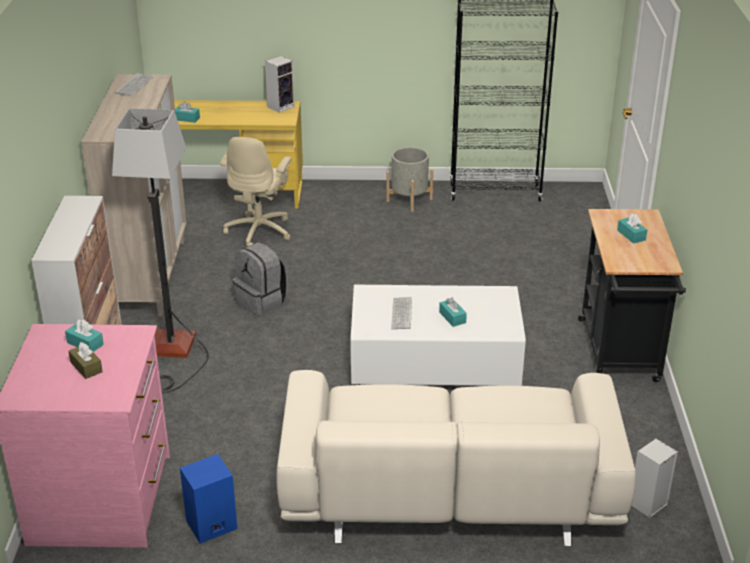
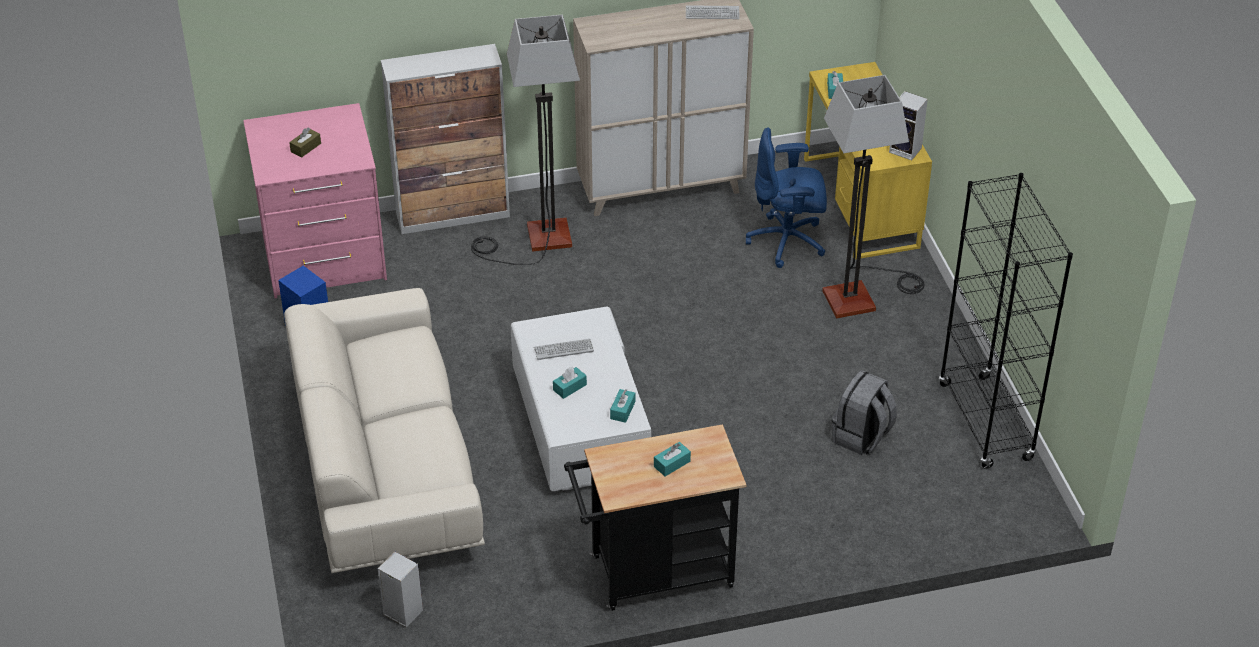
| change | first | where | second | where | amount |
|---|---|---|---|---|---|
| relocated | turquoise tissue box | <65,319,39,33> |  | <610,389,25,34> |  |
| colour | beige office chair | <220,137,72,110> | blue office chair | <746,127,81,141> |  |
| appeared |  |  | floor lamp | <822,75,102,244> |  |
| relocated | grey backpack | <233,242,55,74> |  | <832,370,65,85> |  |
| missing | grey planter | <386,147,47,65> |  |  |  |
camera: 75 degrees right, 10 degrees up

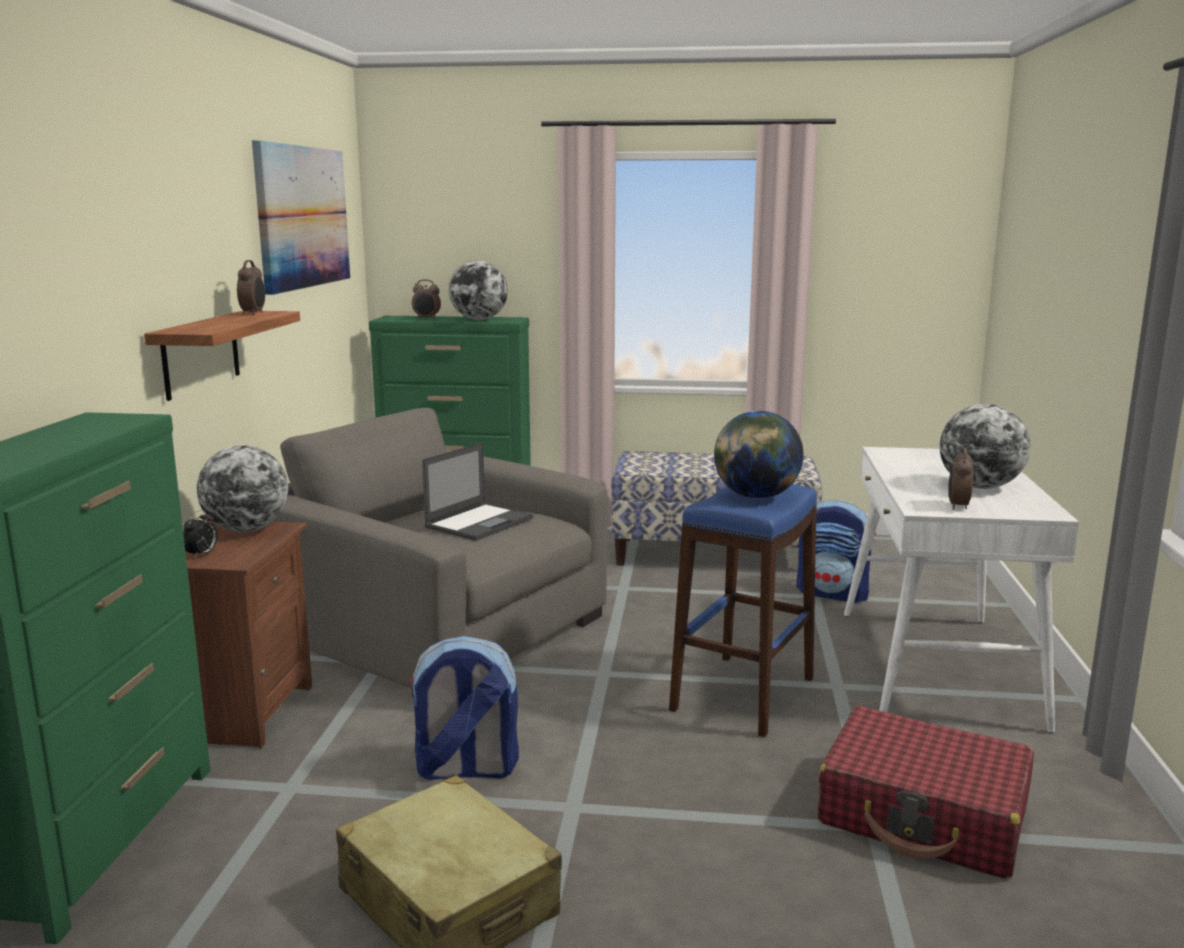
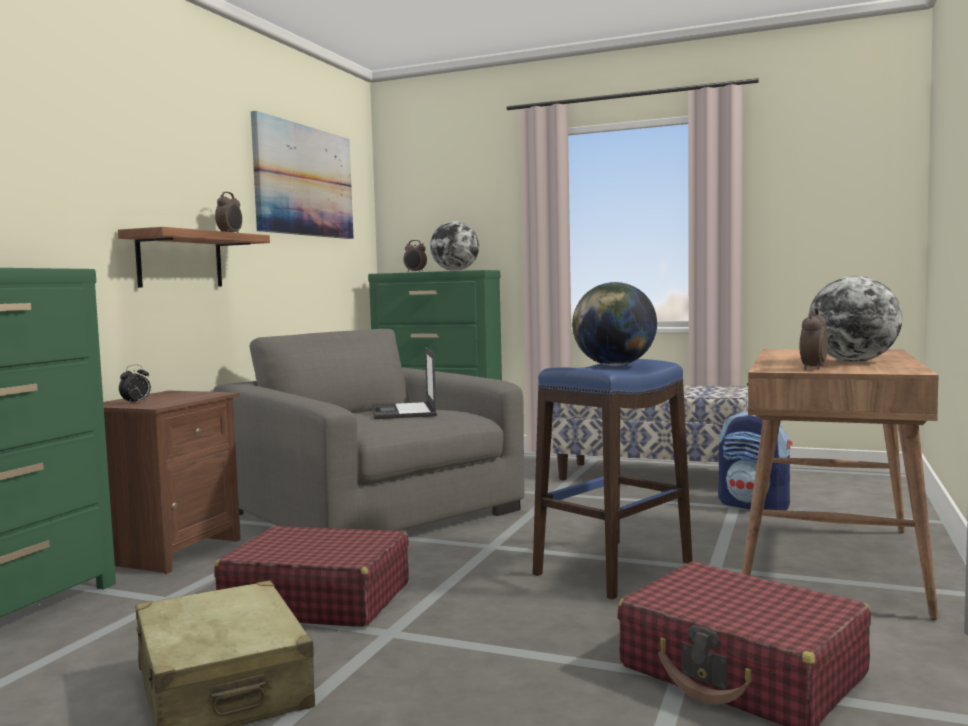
| change | first | where | second | where | amount |
|---|---|---|---|---|---|
| exchanged | backpack | <408,636,111,144> | red suitcase | <214,526,195,101> |  |
| spun | laptop | <422,442,111,99> |  | <372,347,65,72> | 120 degrees clockwise |
| colour | white desk | <844,447,235,286> | brown desk | <742,349,197,271> |  |
| missing | globe | <197,445,91,87> |  |  |  |
camera: 15 degrees right, 10 degrees down

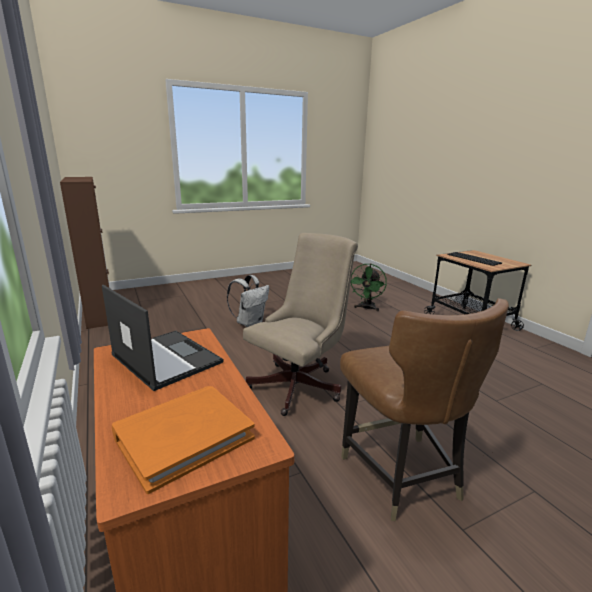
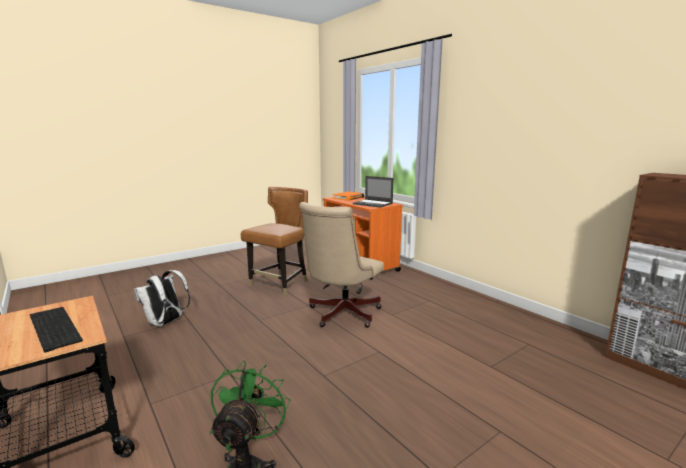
| change | first | where | second | where | amount |
|---|---|---|---|---|---|
| relocated | white backpack | <227,275,42,52> |  | <134,270,56,57> |  |
| spun | brown chair | <340,298,169,223> |  | <241,187,67,109> | 60 degrees clockwise |
camera: 170 degrees right, 5 degrees down

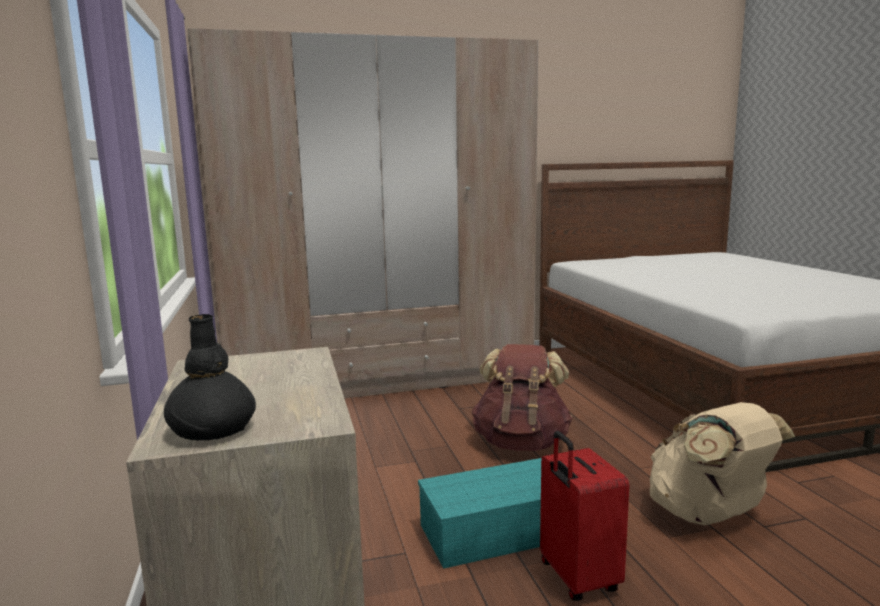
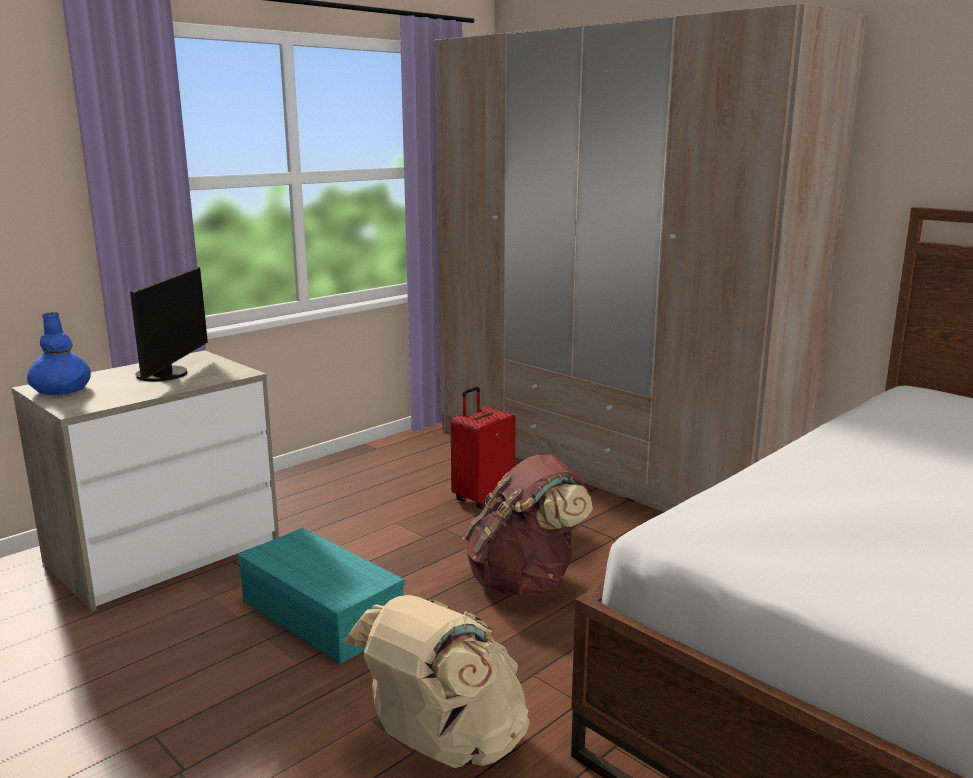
| change | first | where | second | where | amount |
|---|---|---|---|---|---|
| colour | black vase | <164,314,92,126> | blue vase | <27,312,64,83> |  |
| appeared |  |  | monitor | <130,266,78,115> |  |
| relocated | red suitcase | <540,431,89,170> |  | <451,387,65,122> |  |
camera: 60 degrees right, 5 degrees up

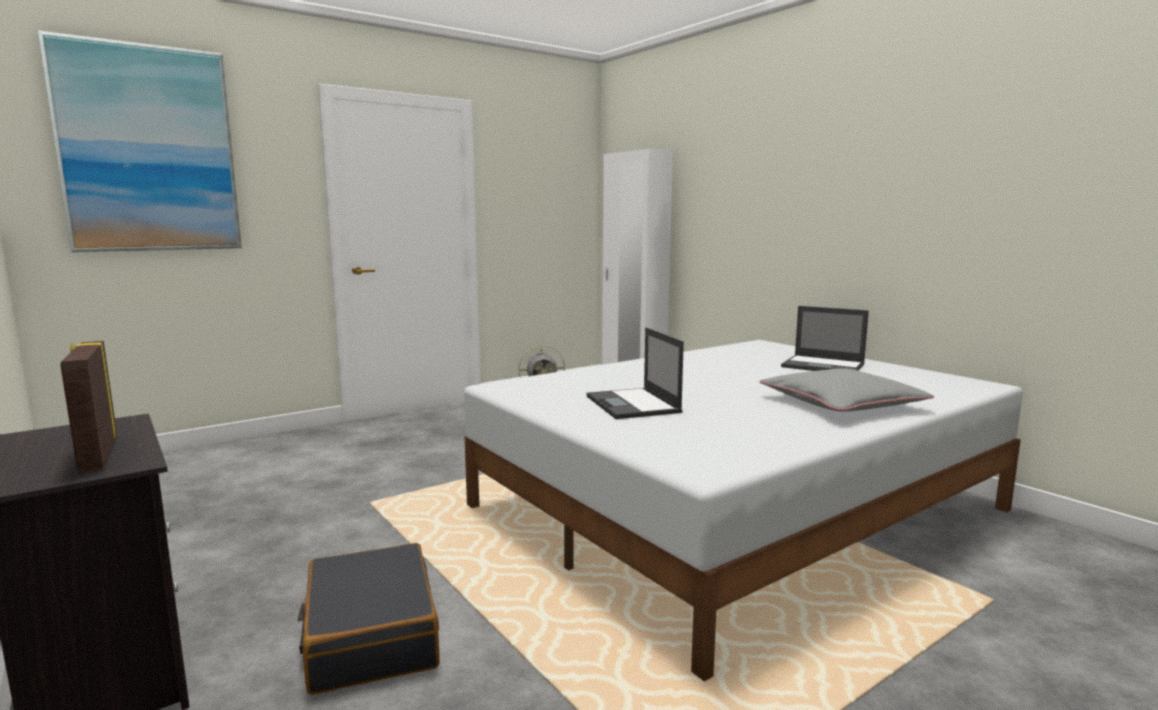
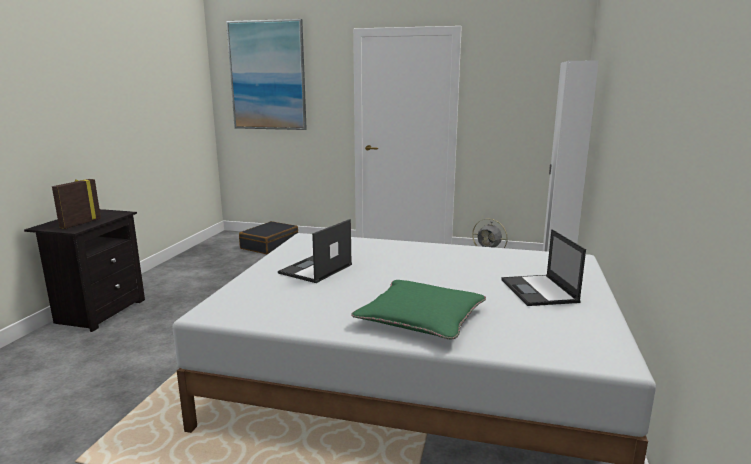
| change | first | where | second | where | amount |
|---|---|---|---|---|---|
| relocated | black suitcase | <298,543,142,152> |  | <239,221,59,33> |  |
| colour | grey pillow | <760,368,174,44> | green pillow | <351,280,135,59> |  |
camera: 50 degrees right, 5 degrees up

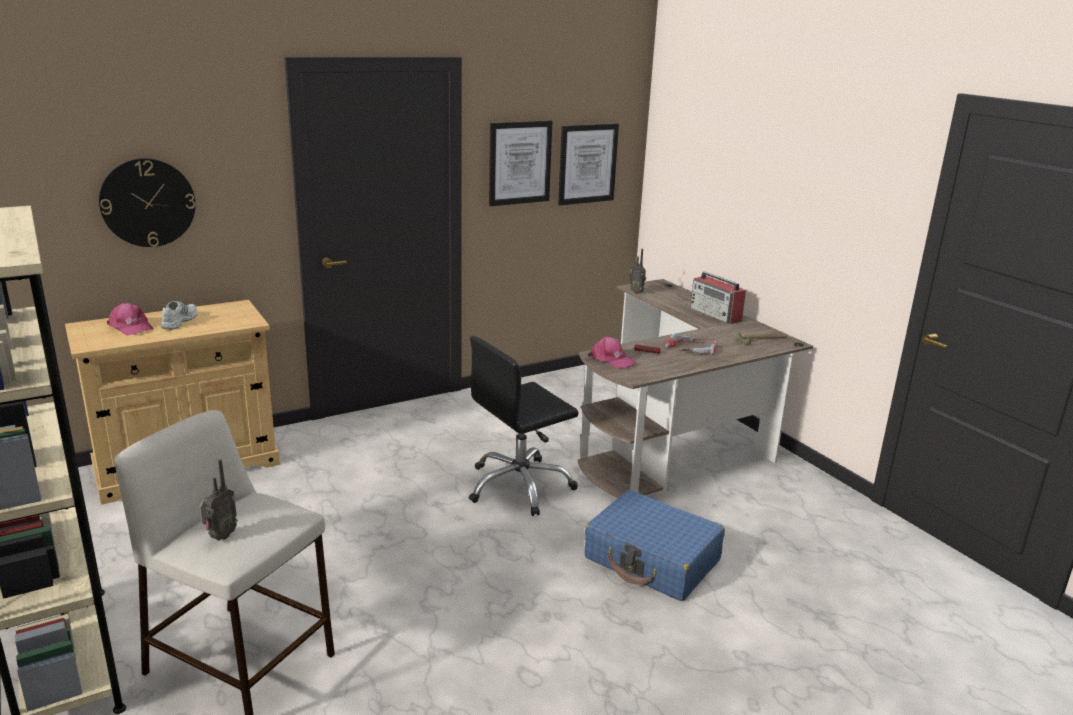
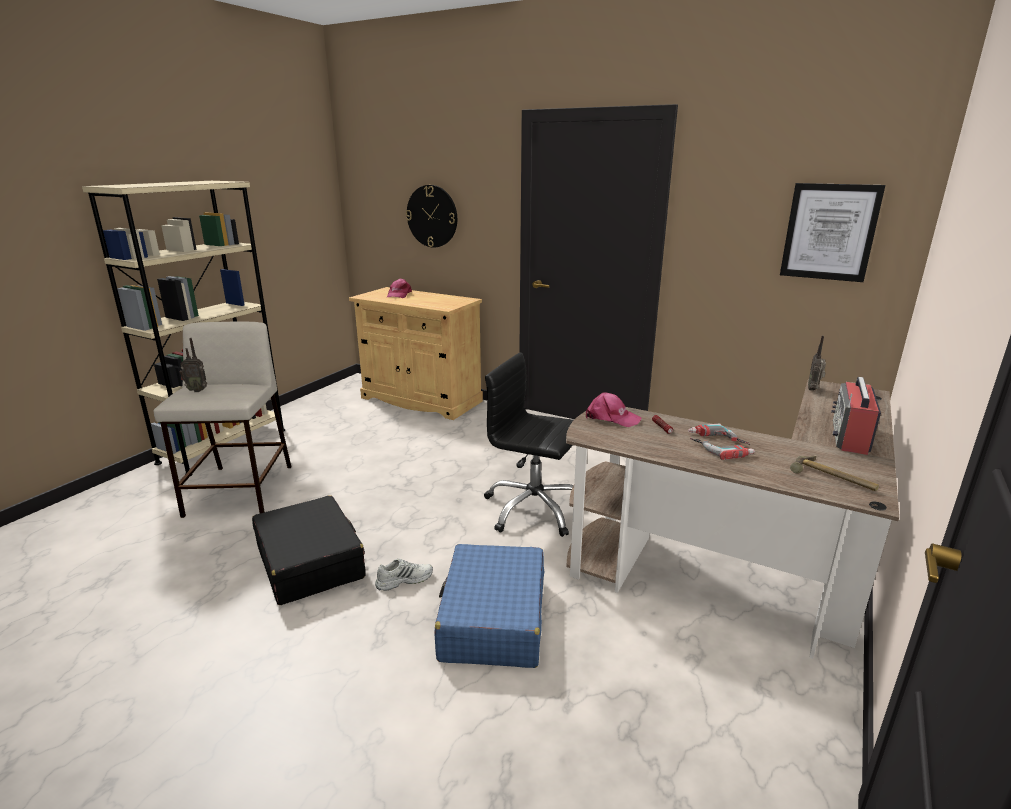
| change | first | where | second | where | amount |
|---|---|---|---|---|---|
| appeared |  |  | black suitcase | <252,495,113,110> |  |
| relocated | white shoe | <160,301,37,29> |  | <375,559,58,32> |  |
| spun | pink cap | <588,336,48,33> |  | <586,392,56,35> | 75 degrees counterclockwise |
| missing | picture | <489,121,63,85> |  |  |  |
camera: 60 degrees right, 0 degrees up

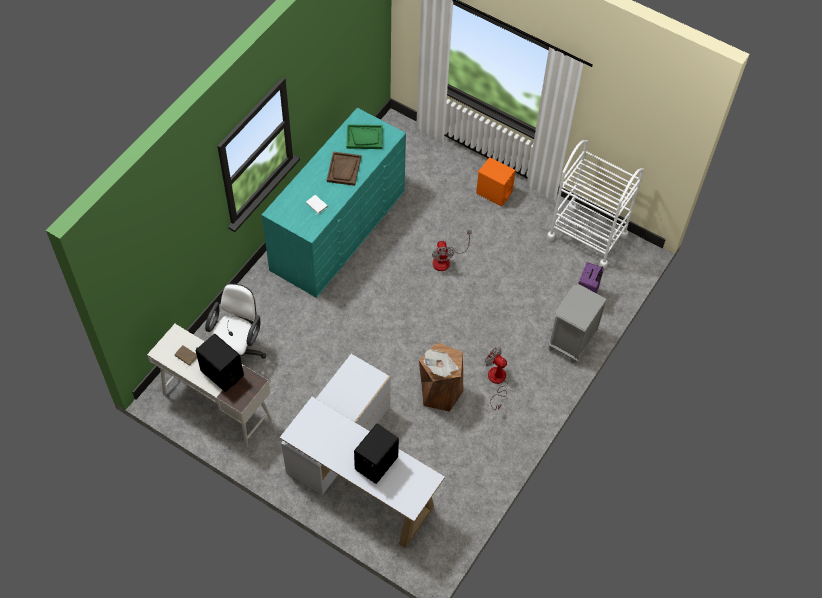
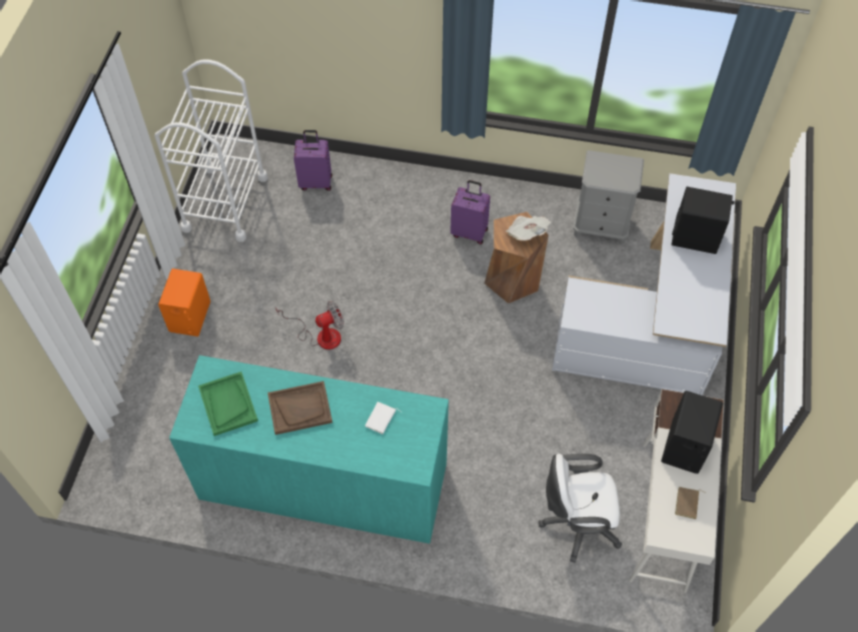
| change | first | where | second | where | amount |
|---|---|---|---|---|---|
| exchanged | fan | <485,347,23,63> | purple suitcase | <450,180,40,64> |  |
| relocated | grey nightstand | <548,284,59,79> |  | <573,150,71,95> |  |
camera: 110 degrees left, 0 degrees up

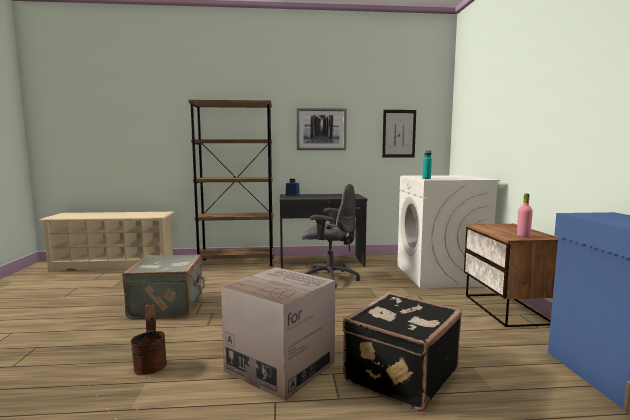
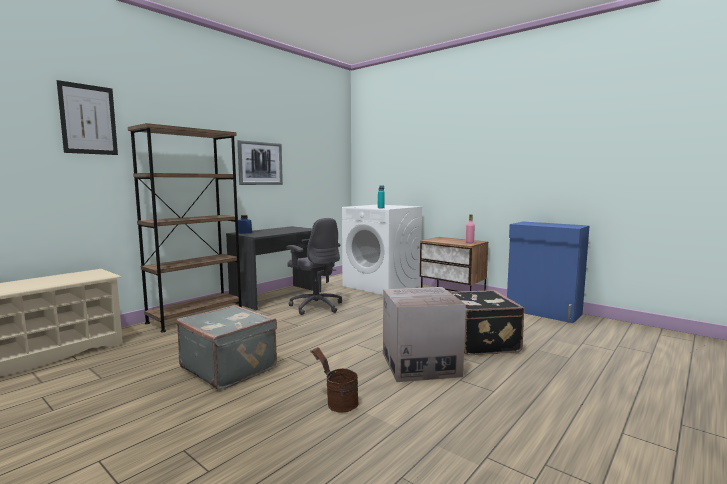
| change | first | where | second | where | amount |
|---|---|---|---|---|---|
| relocated | picture | <382,110,34,47> |  | <57,80,61,75> |  |
| spun | grey office chair | <302,184,58,104> |  | <286,218,56,97> | 75 degrees clockwise |
camera: 45 degrees left, 0 degrees up

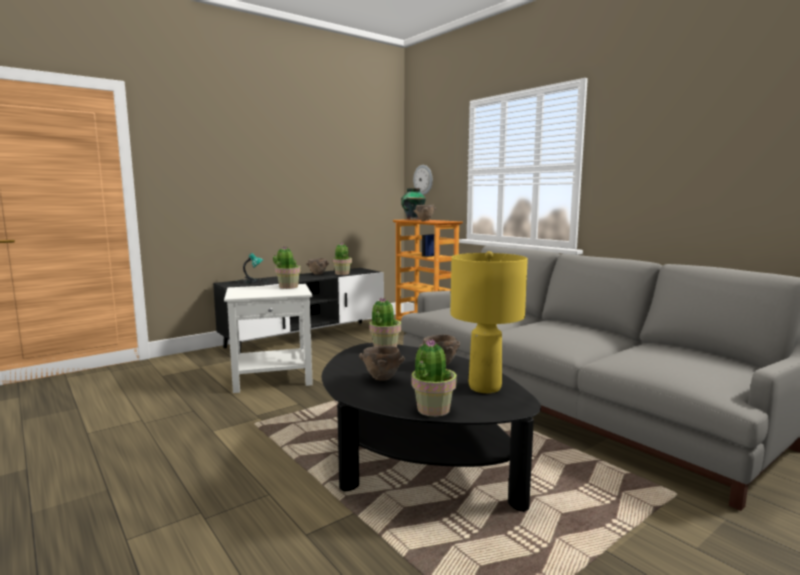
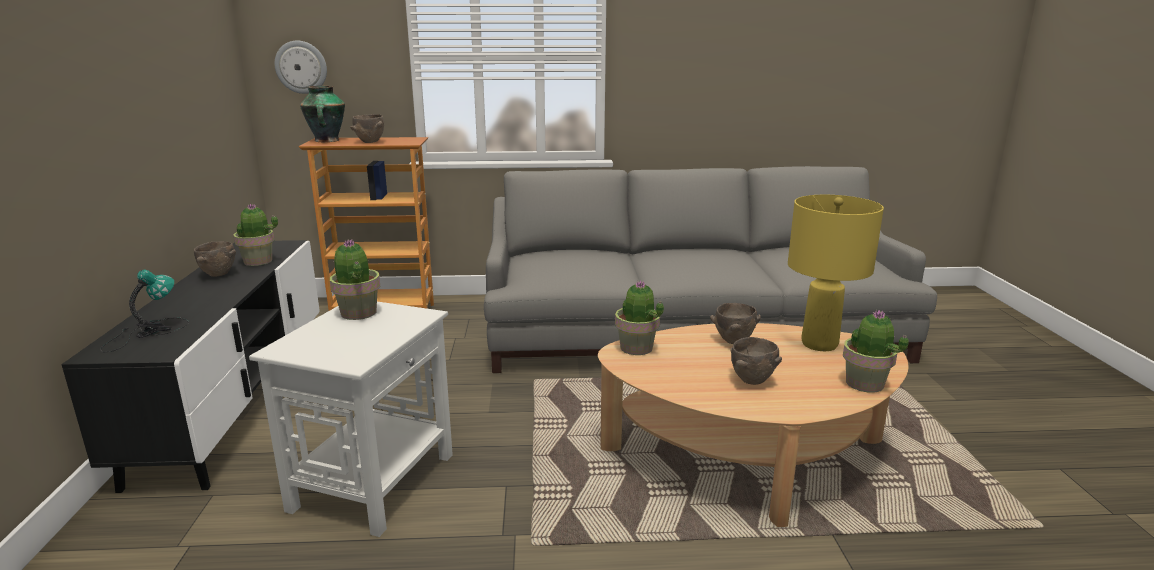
| change | first | where | second | where | amount |
|---|---|---|---|---|---|
| colour | black coffee table | <321,343,220,169> | beige coffee table | <598,323,311,204> |  |
camera: 55 degrees left, 10 degrees up

